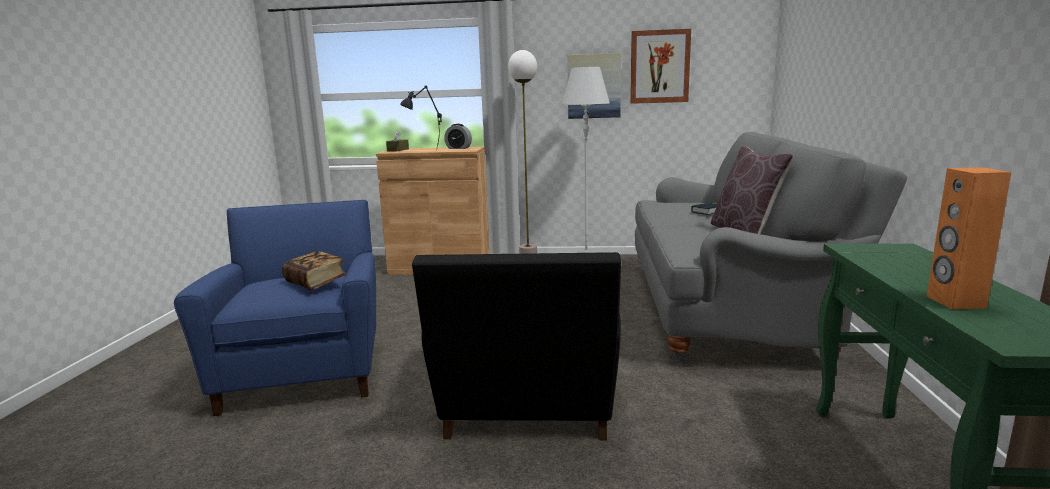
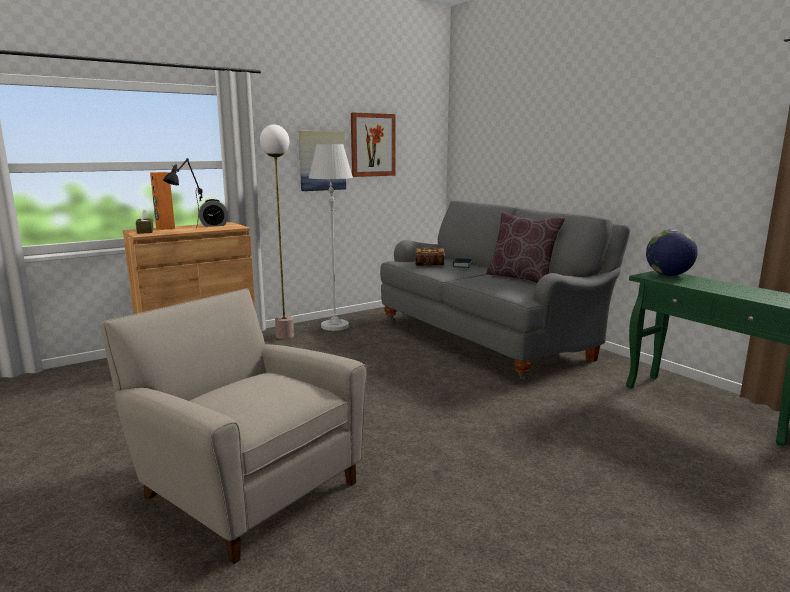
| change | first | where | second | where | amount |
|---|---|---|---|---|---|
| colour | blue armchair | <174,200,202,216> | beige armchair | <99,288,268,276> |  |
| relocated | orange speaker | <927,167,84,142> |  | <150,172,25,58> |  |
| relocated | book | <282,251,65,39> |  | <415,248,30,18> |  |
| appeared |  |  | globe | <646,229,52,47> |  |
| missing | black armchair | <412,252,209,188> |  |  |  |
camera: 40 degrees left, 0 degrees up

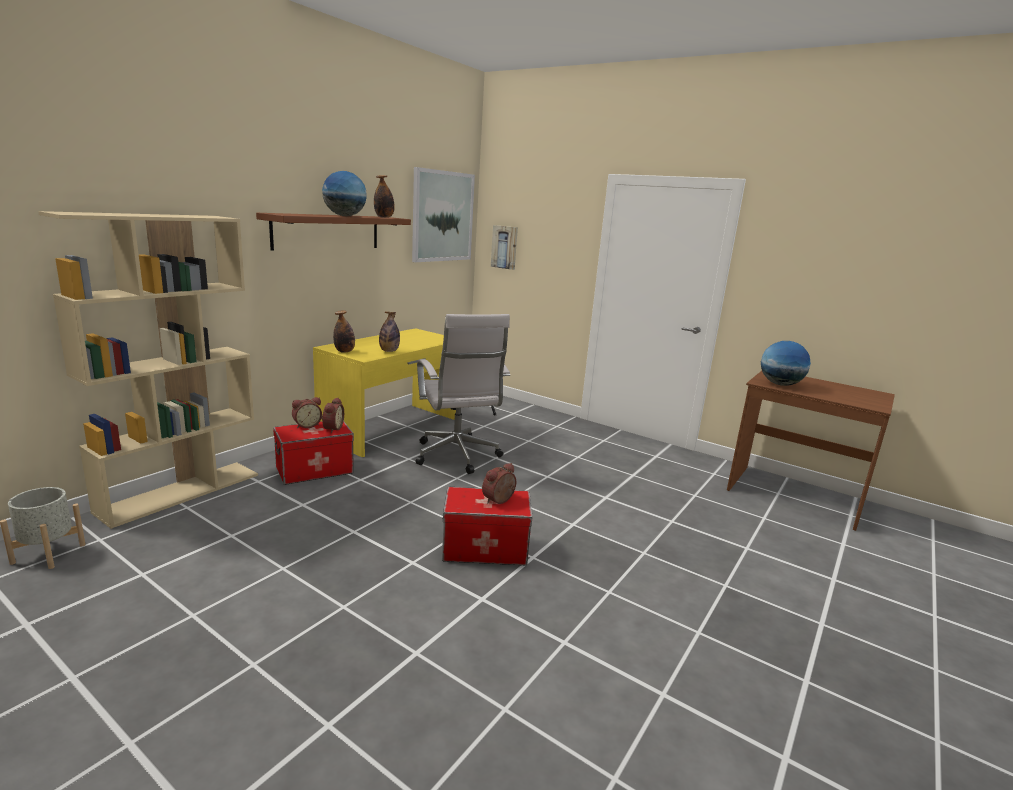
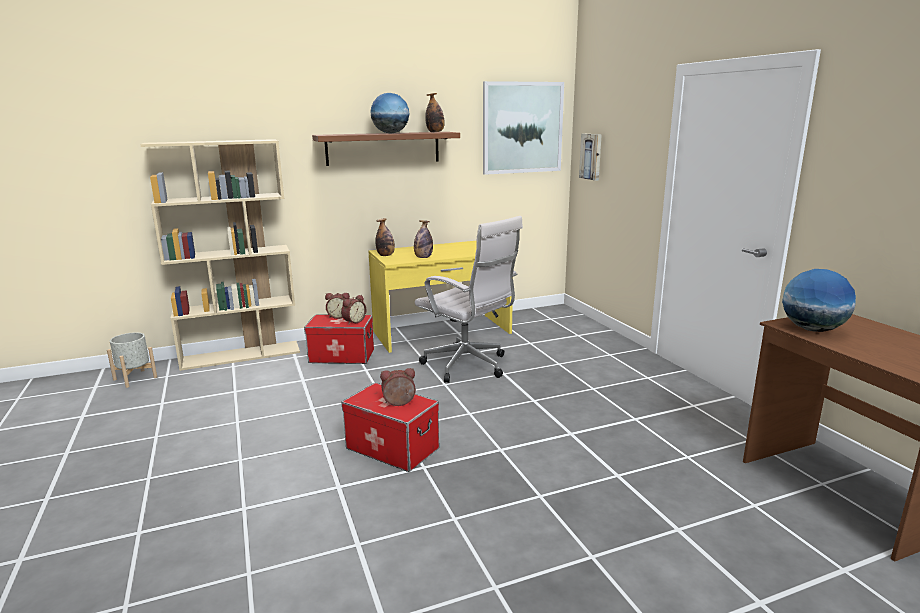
| change | first | where | second | where | amount |
|---|---|---|---|---|---|
| spun | white office chair | <416,314,94,160> |  | <415,216,108,167> | 60 degrees counterclockwise |
camera: 35 degrees right, 0 degrees up

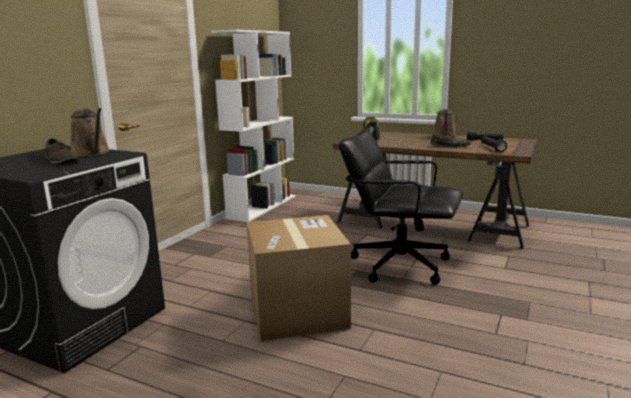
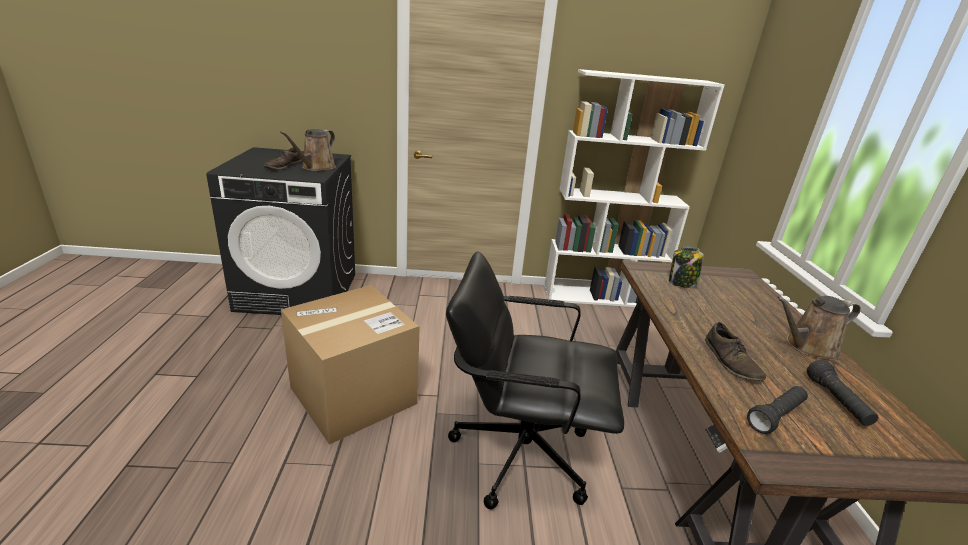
| change | first | where | second | where | amount |
|---|---|---|---|---|---|
| spun | black office chair | <339,129,124,155> |  | <446,251,178,259> | 75 degrees counterclockwise |
camera: 60 degrees right, 10 degrees up

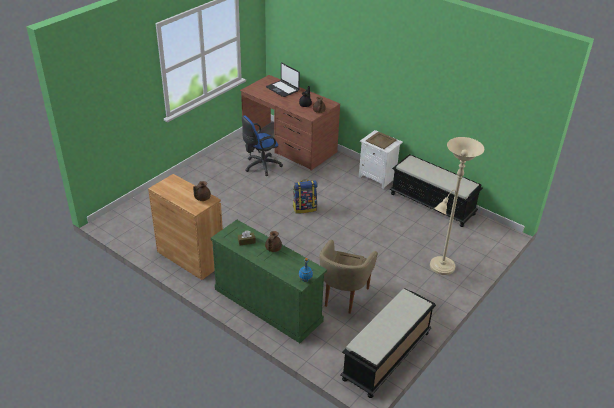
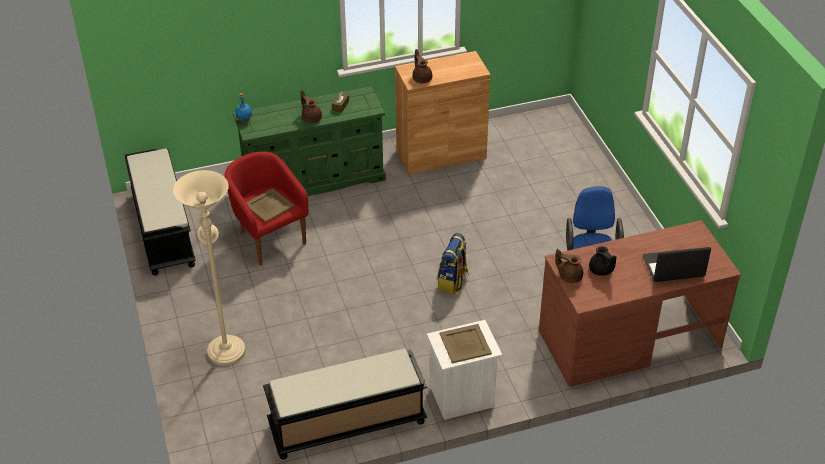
| change | first | where | second | where | amount |
|---|---|---|---|---|---|
| colour | beige armchair | <319,240,59,74> | red armchair | <225,151,83,115> |  |
camera: 125 degrees right, 5 degrees up

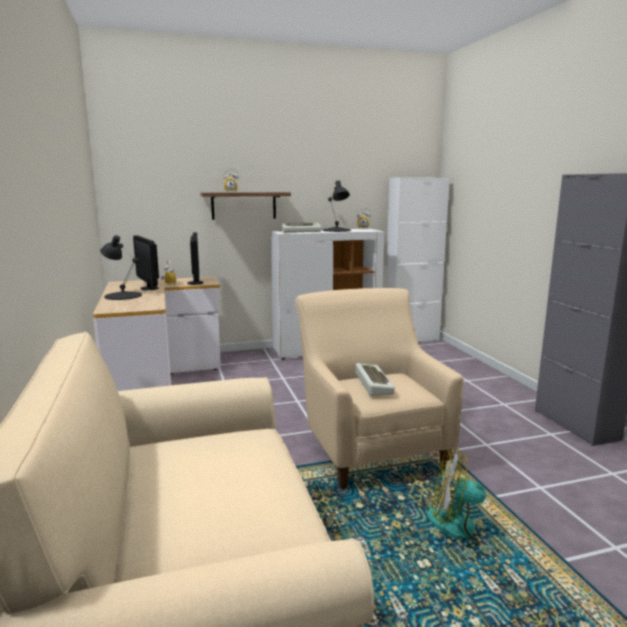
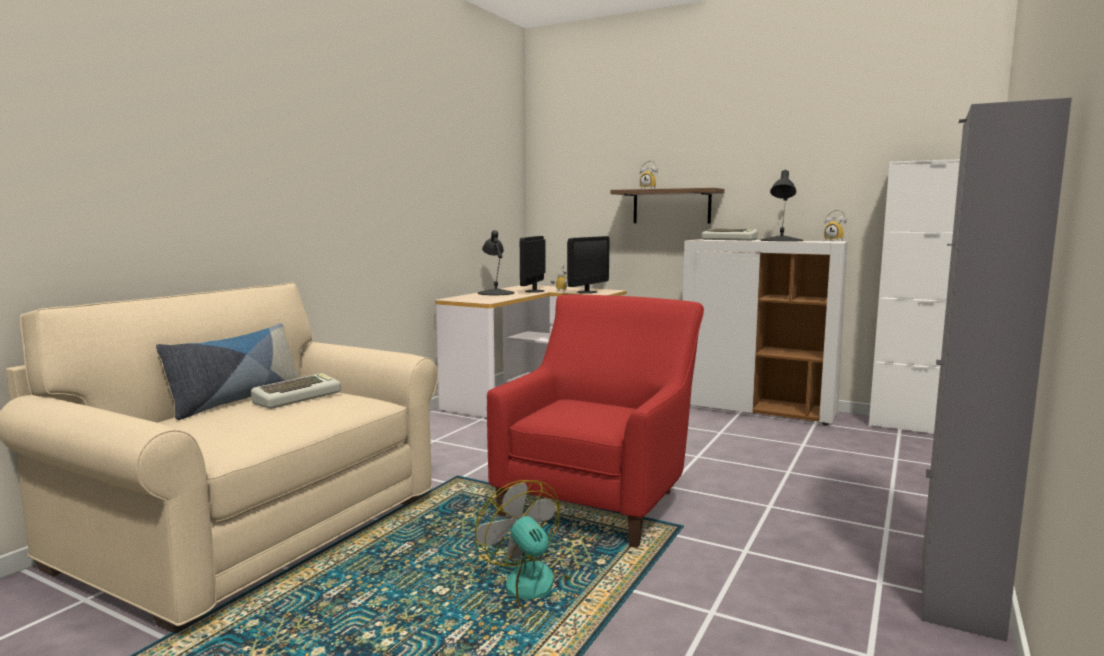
| change | first | where | second | where | amount |
|---|---|---|---|---|---|
| appeared |  |  | pillow | <156,323,143,97> |  |
| relocated | keyboard | <355,363,40,33> |  | <251,373,90,36> |  |
| colour | beige armchair | <296,288,167,202> | red armchair | <487,295,217,253> |  |
camera: 45 degrees right, 5 degrees down

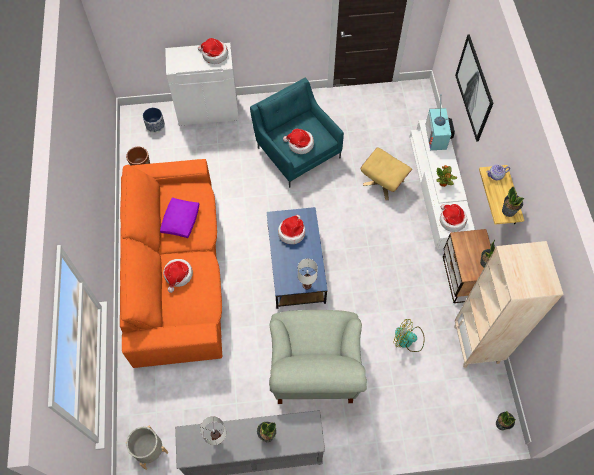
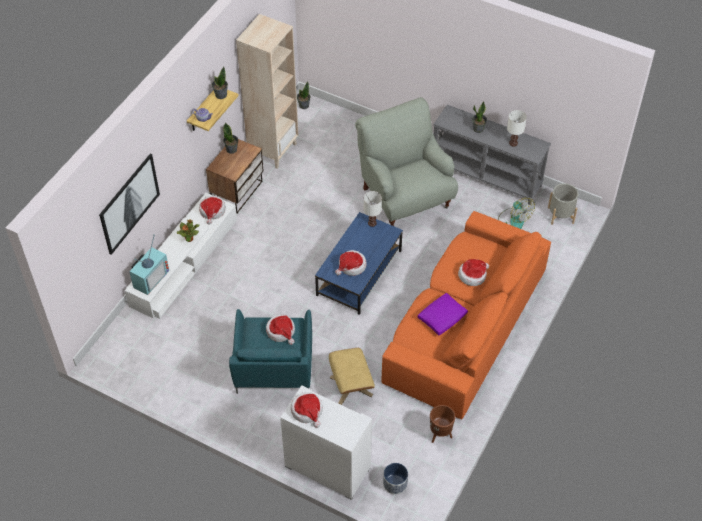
| change | first | where | second | where | amount |
|---|---|---|---|---|---|
| relocated | beige ottoman | <361,148,51,52> |  | <329,348,46,57> |  |
| spun | grey armchair | <269,310,98,94> |  | <355,97,103,129> | 60 degrees counterclockwise |
| relocated | fan | <394,319,31,33> |  | <498,198,37,31> |  |
camera: 145 degrees left, 10 degrees down

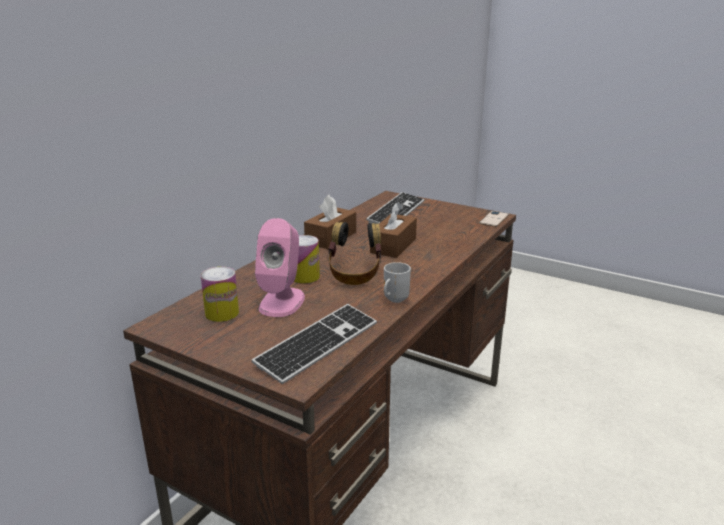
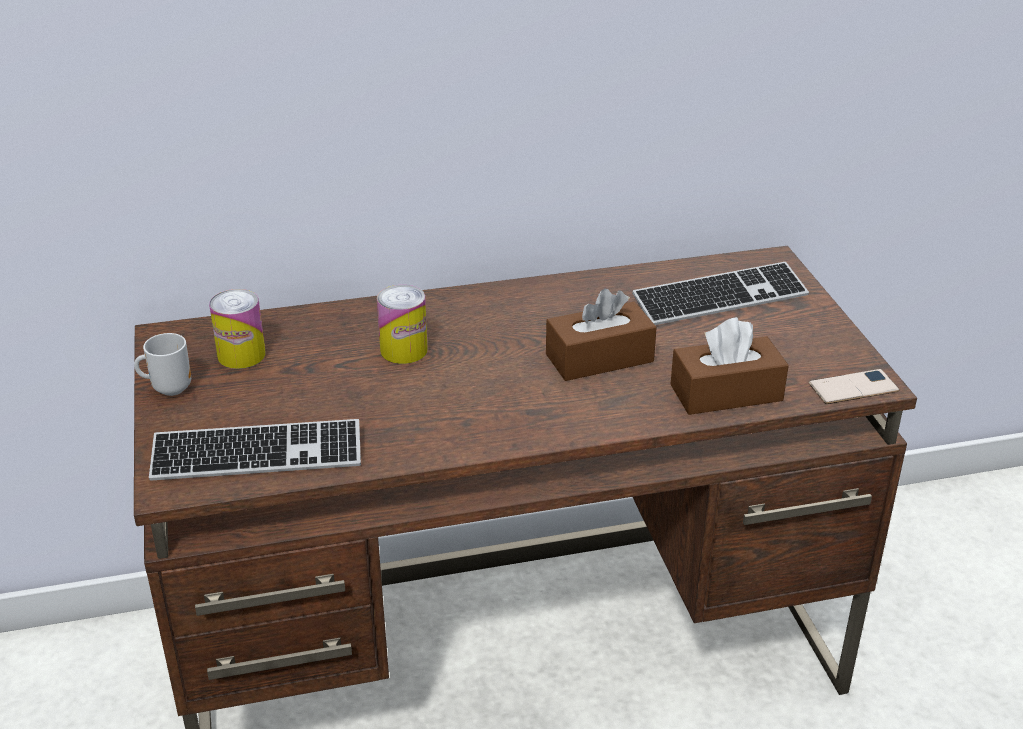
| change | first | where | second | where | amount |
|---|---|---|---|---|---|
| relocated | mug | <384,262,27,41> |  | <134,333,57,63> |  |
| relocated | brown tissue box | <304,195,52,54> |  | <670,317,119,98> |  |
| missing | pink speaker | <255,218,50,99> |  |  |  |
| missing | headphones | <327,222,54,63> |  |  |  |
camera: 45 degrees right, 10 degrees up

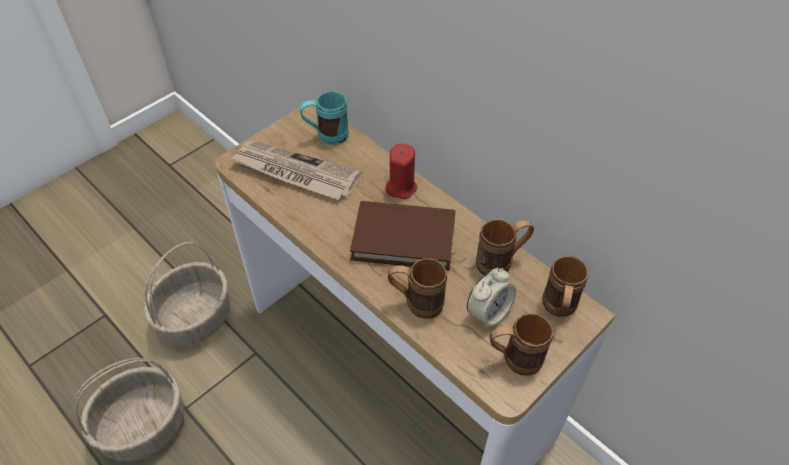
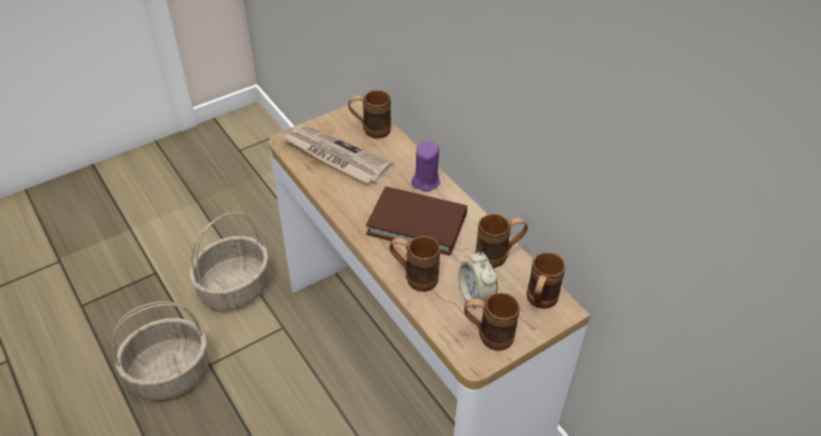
| change | first | where | second | where | amount |
|---|---|---|---|---|---|
| colour | turquoise mug | <299,91,50,54> | brown mug | <348,90,43,49> |  |
| colour | red candle | <386,144,31,55> | purple candle | <411,141,29,51> |  |
| spun | alarm clock | <467,267,49,62> |  | <459,252,39,57> | 105 degrees clockwise |
camera: 10 degrees right, 5 degrees down

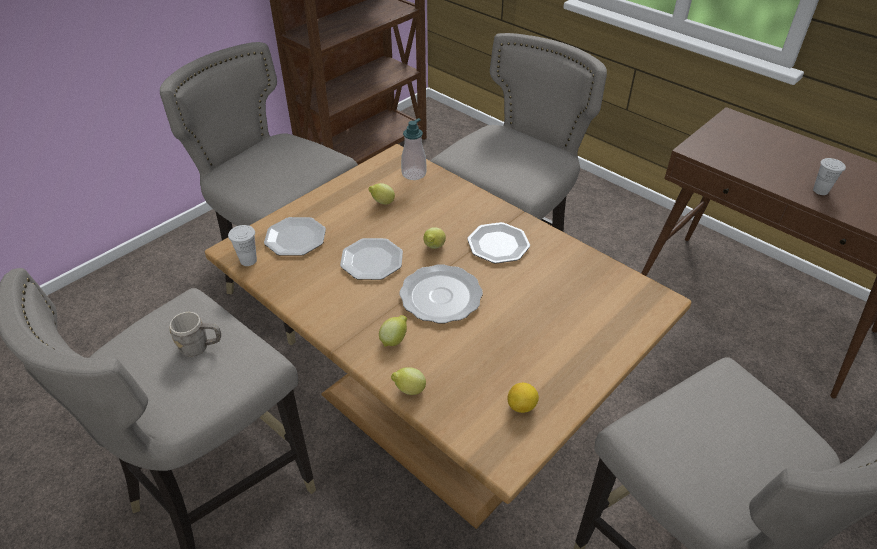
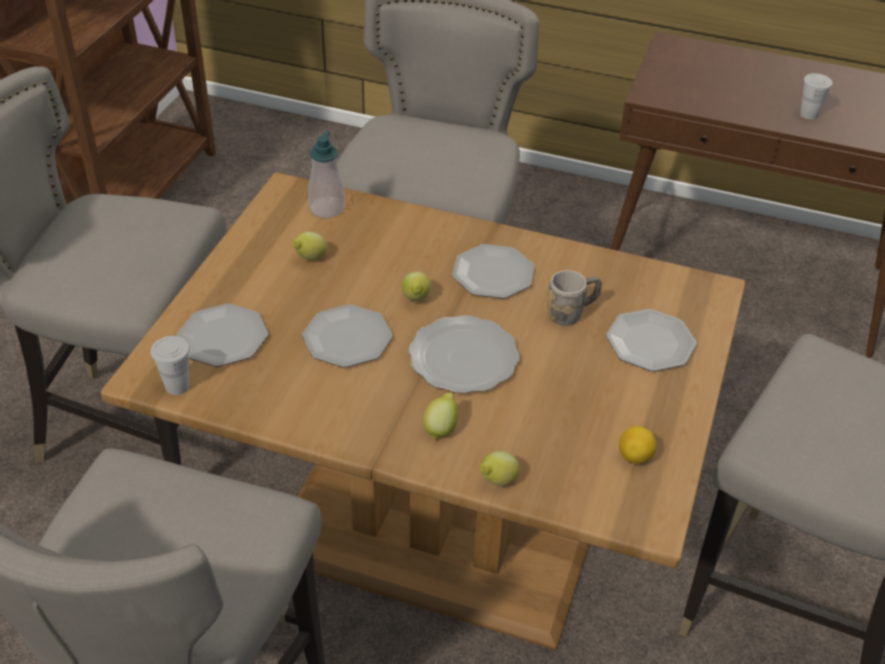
| change | first | where | second | where | amount |
|---|---|---|---|---|---|
| relocated | grey mug | <169,312,52,45> |  | <547,270,55,56> |  |
| appeared |  |  | plate | <606,309,91,63> |  |
camera: 25 degrees left, 0 degrees up

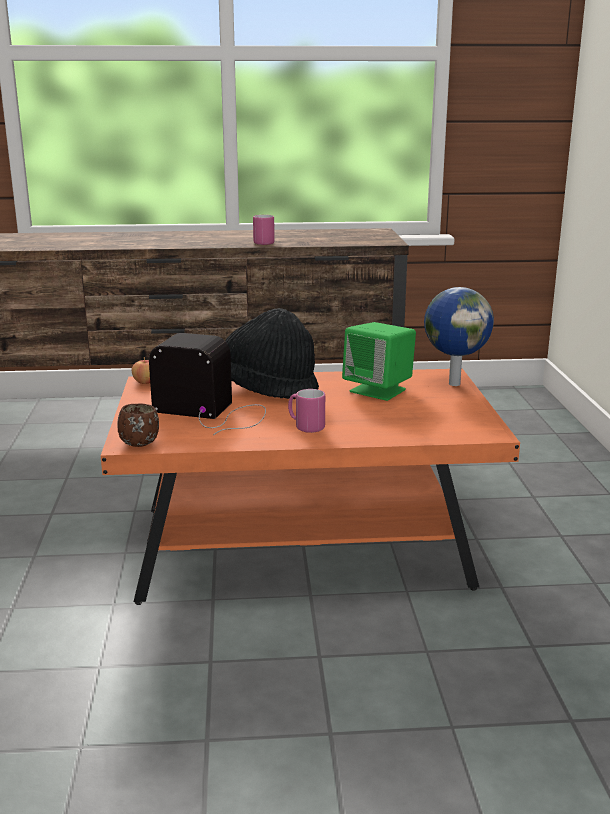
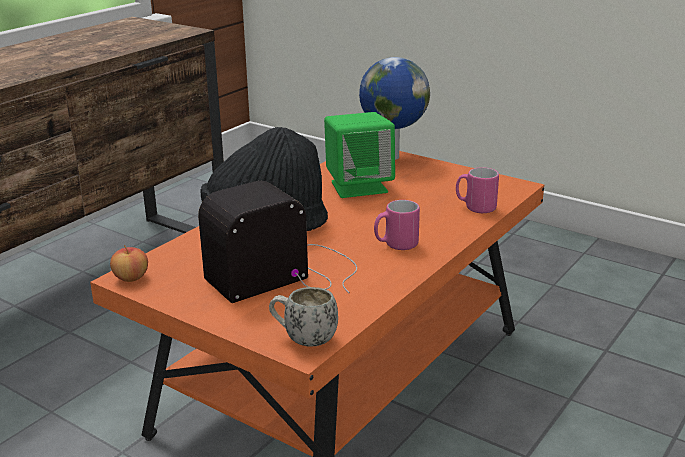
| change | first | where | second | where | amount |
|---|---|---|---|---|---|
| colour | brown mug | <117,403,42,44> | white mug | <269,287,69,59> |  |
| relocated | pink mug | <253,215,22,30> |  | <456,167,43,46> |  |
camera: 50 degrees left, 5 degrees up

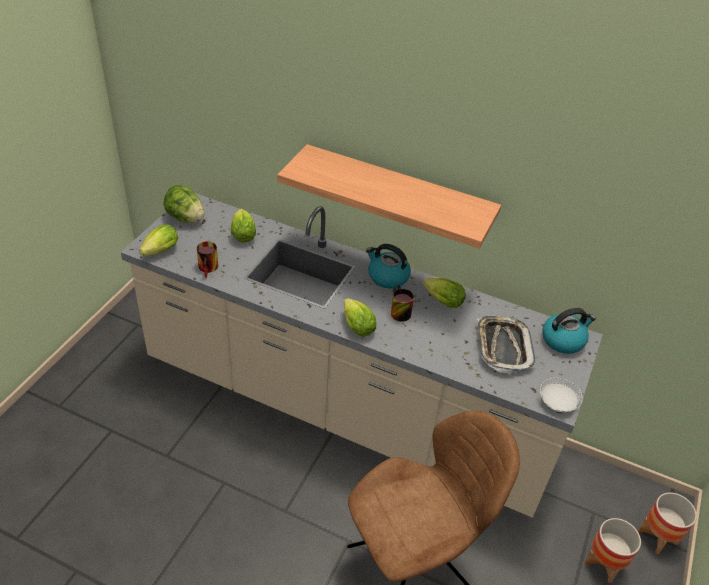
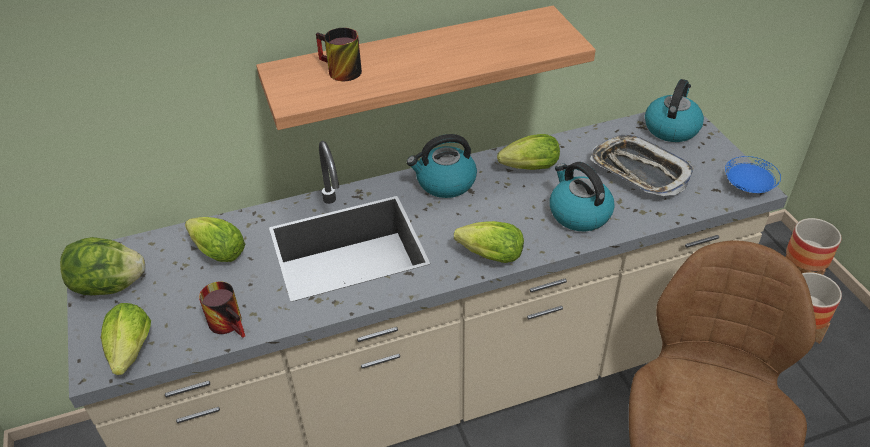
| change | first | where | second | where | amount |
|---|---|---|---|---|---|
| relocated | mug | <391,285,23,37> |  | <316,28,46,53> |  |
| appeared |  |  | kettle | <550,162,65,69> |  |
| colour | white plate | <540,378,43,34> | blue plate | <725,156,56,37> |  |
camera: 40 degrees left, 0 degrees up

